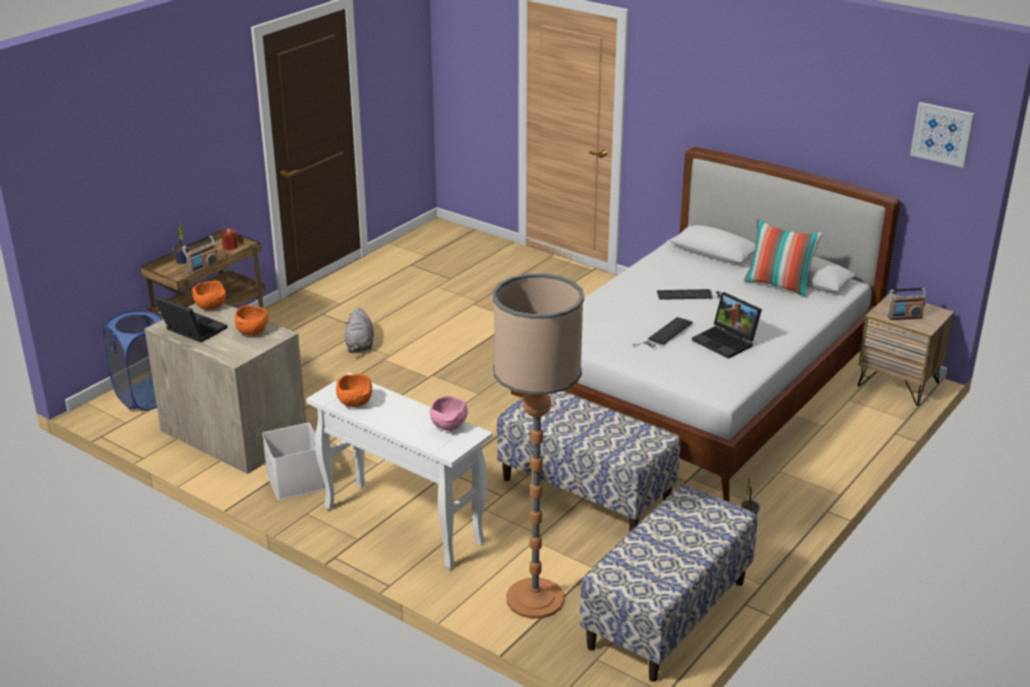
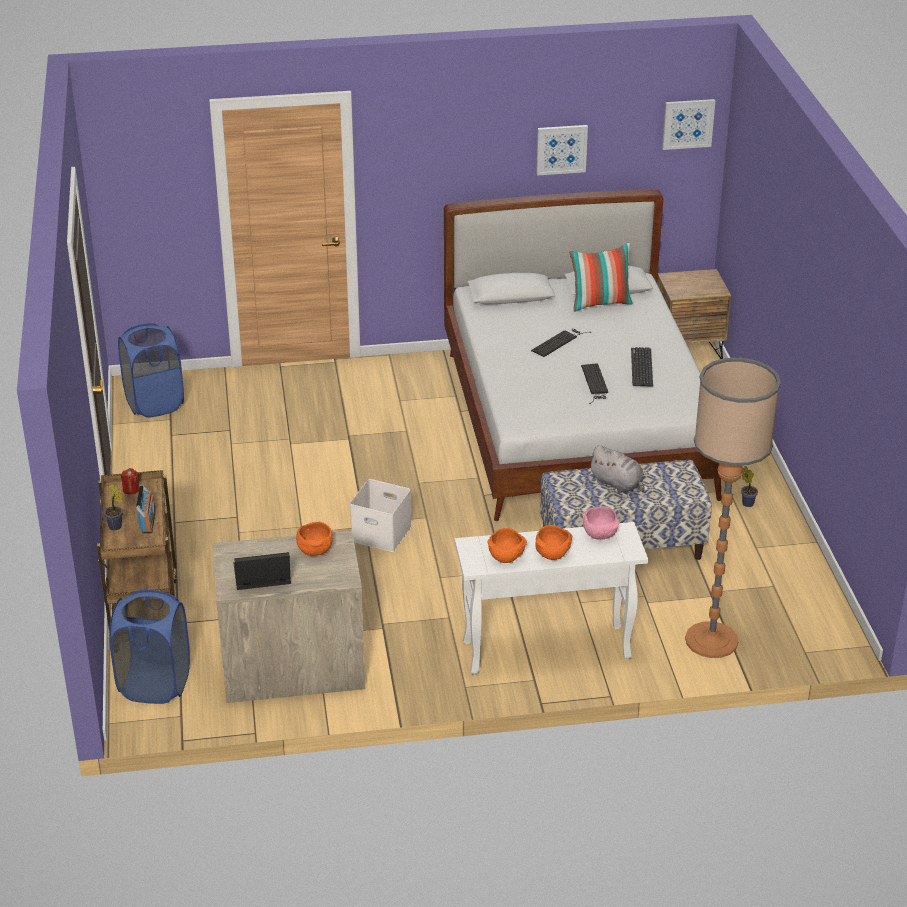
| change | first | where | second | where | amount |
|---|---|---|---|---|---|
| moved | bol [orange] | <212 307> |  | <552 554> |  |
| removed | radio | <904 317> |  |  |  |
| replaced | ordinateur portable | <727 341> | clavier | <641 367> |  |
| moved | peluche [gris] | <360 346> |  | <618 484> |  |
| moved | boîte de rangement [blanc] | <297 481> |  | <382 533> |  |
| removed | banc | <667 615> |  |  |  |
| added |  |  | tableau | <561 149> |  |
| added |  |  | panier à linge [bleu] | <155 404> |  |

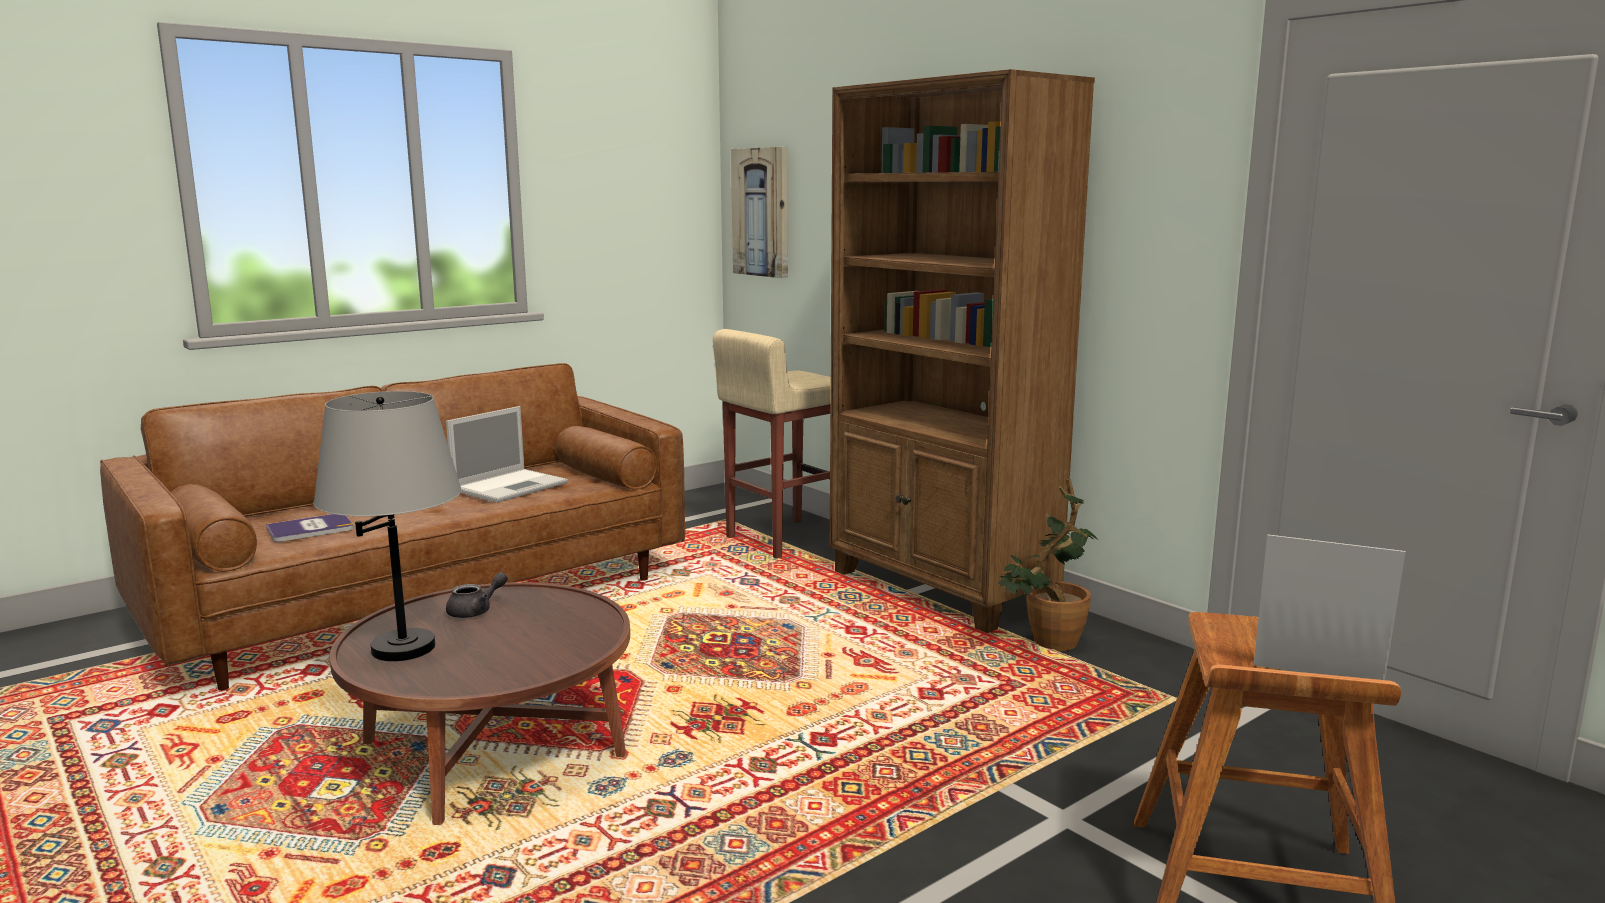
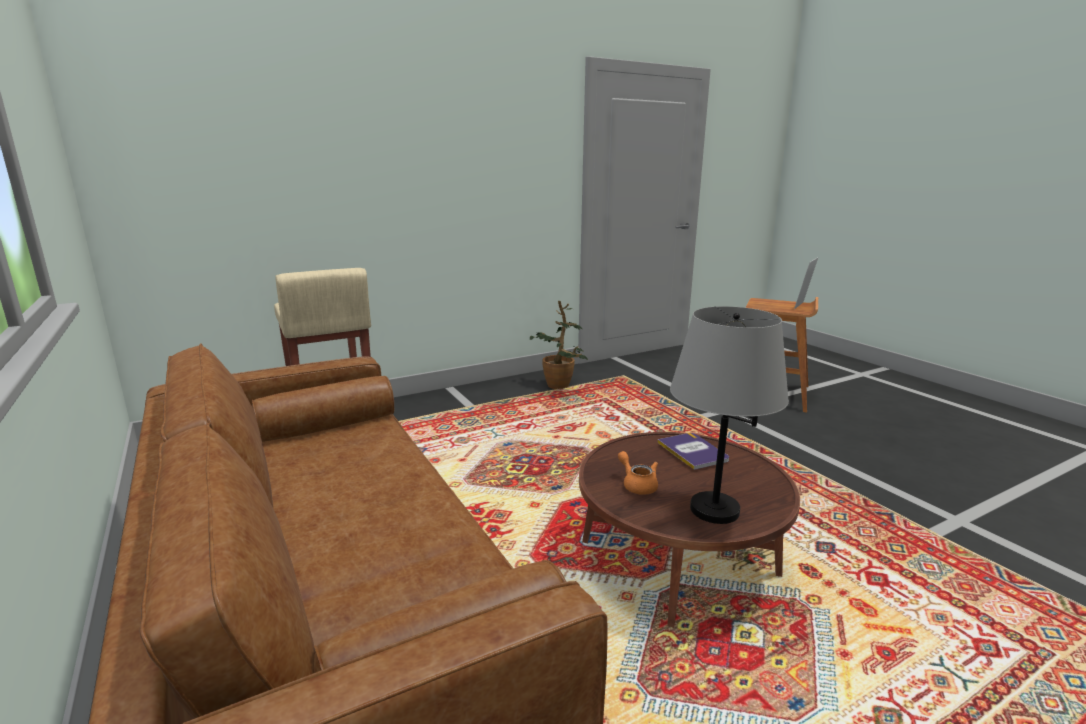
| change | first | where | second | where | amount |
|---|---|---|---|---|---|
| removed | bibliothèque [marron] | <941 590> |  |  |  |
| removed | tableau | <762 212> |  |  |  |
| removed | ordinateur portable | <511 486> |  |  |  |
| moved | livre | <310 529> |  | <693 451> |  |
| recoloured | théière [gris] | <476 611> | théière [orange] | <637 485> |  |

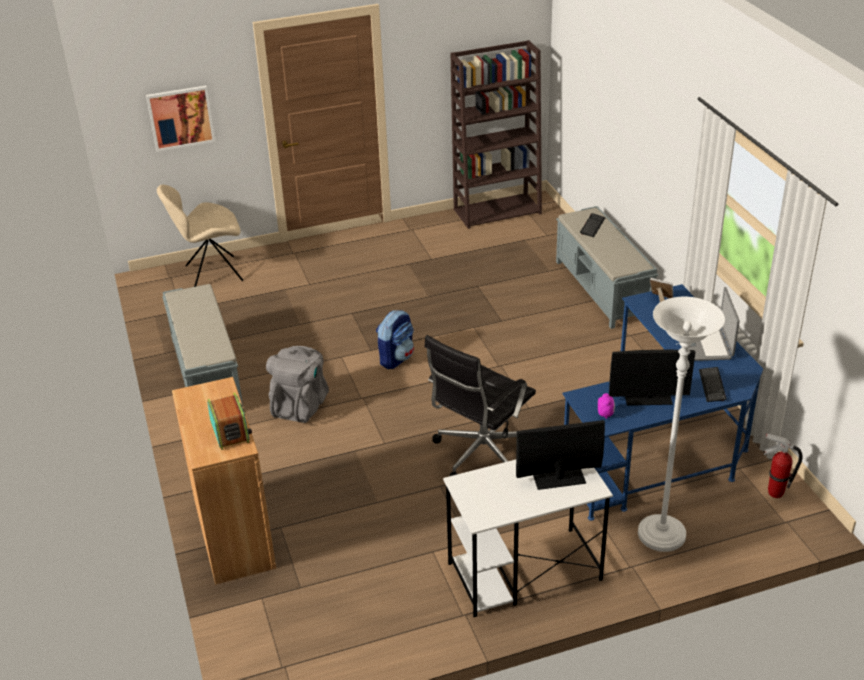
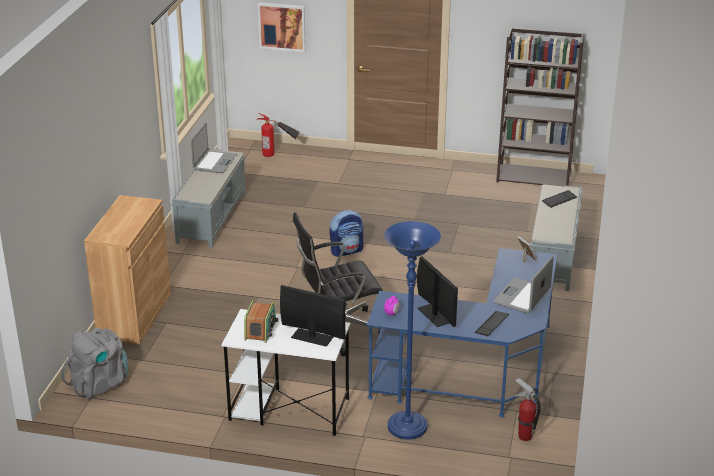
| change | first | where | second | where | amount |
|---|---|---|---|---|---|
| replaced | chaise [beige] | <211 274> | extincteur | <279 155> |  |
| recoloured | lampadaire [blanc] | <661 535> | lampadaire [bleu] | <407 427> |  |
| moved | sac à dos [gris] | <300 405> |  | <100 383> |  |
| turned | écran d'ordinateur | <648 398> |  | <434 315> | 150 degrees counterclockwise |
| moved | radio | <230 431> |  | <260 330> |  |
| added |  |  | ordinateur portable | <214 162> |  |

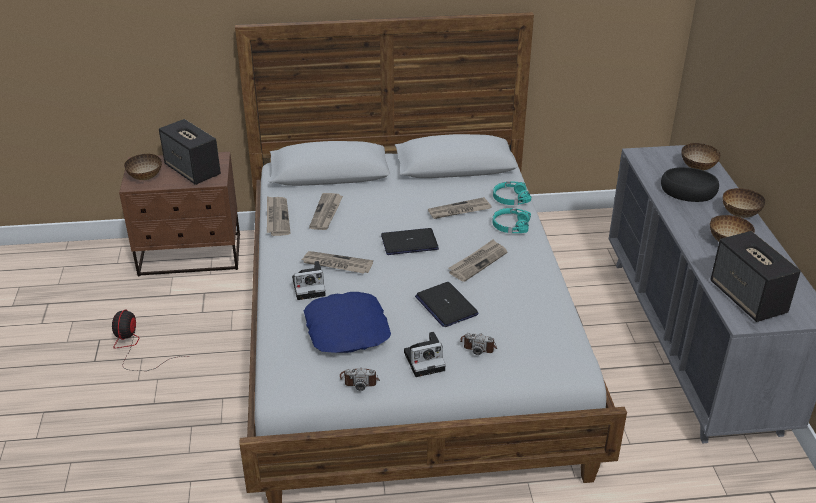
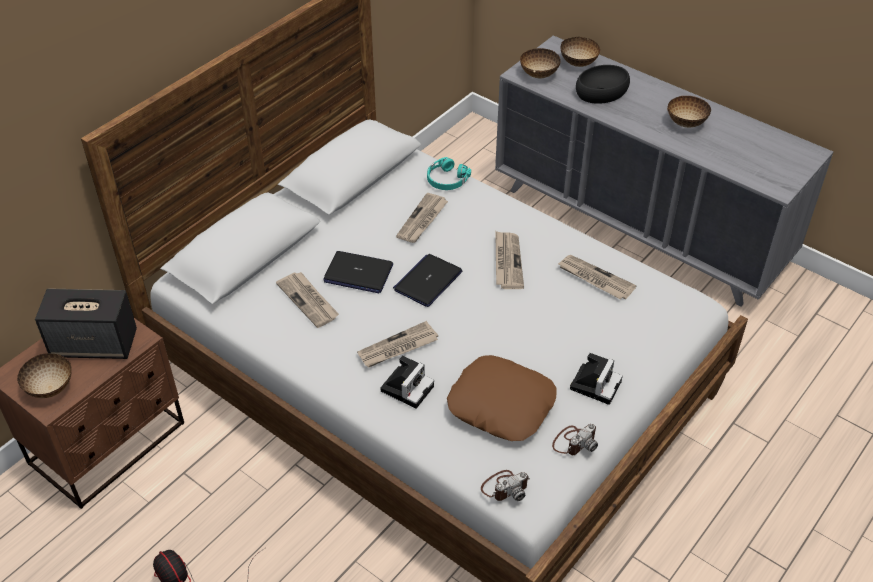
| change | first | where | second | where | amount |
|---|---|---|---|---|---|
| moved | bol | <740 214> |  | <538 74> |  |
| moved | journal | <277 217> |  | <595 279> |  |
| removed | casque audio [turquoise] | <510 225> |  |  |  |
| removed | enceinte | <748 298> |  |  |  |
| moved | ordinateur portable | <446 305> |  | <358 273> |  |
| recoloured | coussin [bleu] | <347 330> | coussin [marron] | <501 404> |  |
| moved | appareil photo | <478 345> |  | <505 487> |  |

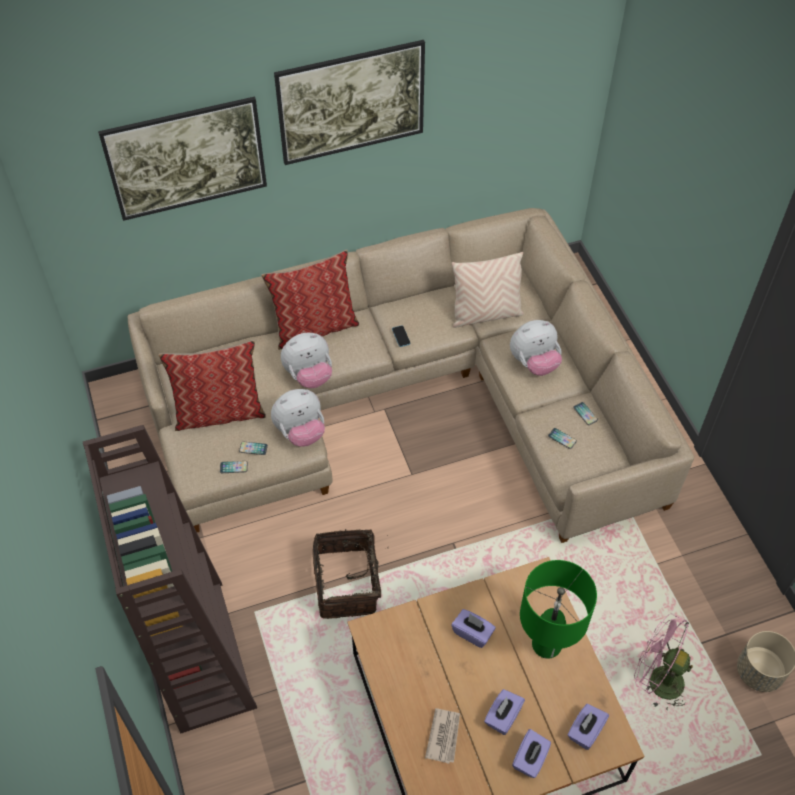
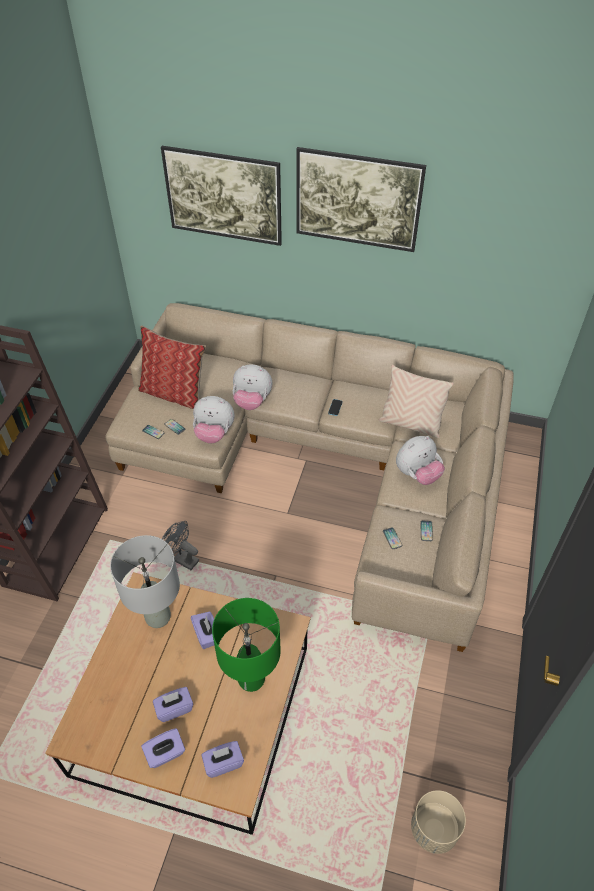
| change | first | where | second | where | amount |
|---|---|---|---|---|---|
| removed | coussin | <314 327> |  |  |  |
| turned | peluche | <534 363> |  | <417 474> | 45 degrees counterclockwise |
| replaced | panier | <348 584> | ventilateur [gris] | <182 559> |  |
| removed | ventilateur [rose] | <657 680> |  |  |  |
| removed | journal | <444 736> |  |  |  |
| added |  |  | lampe de table [gris] | <158 617> |  |

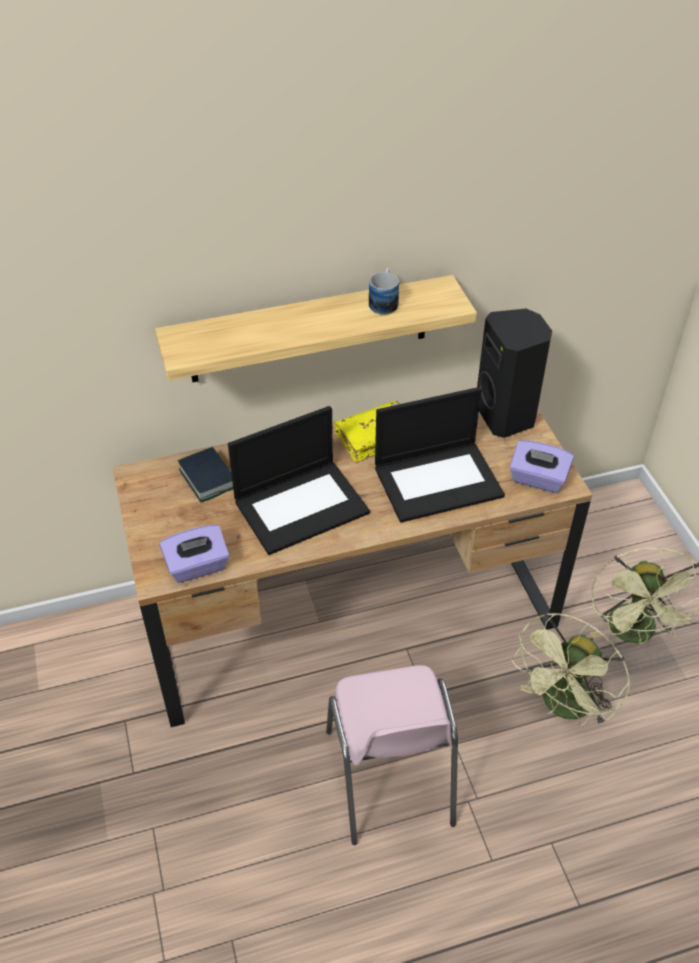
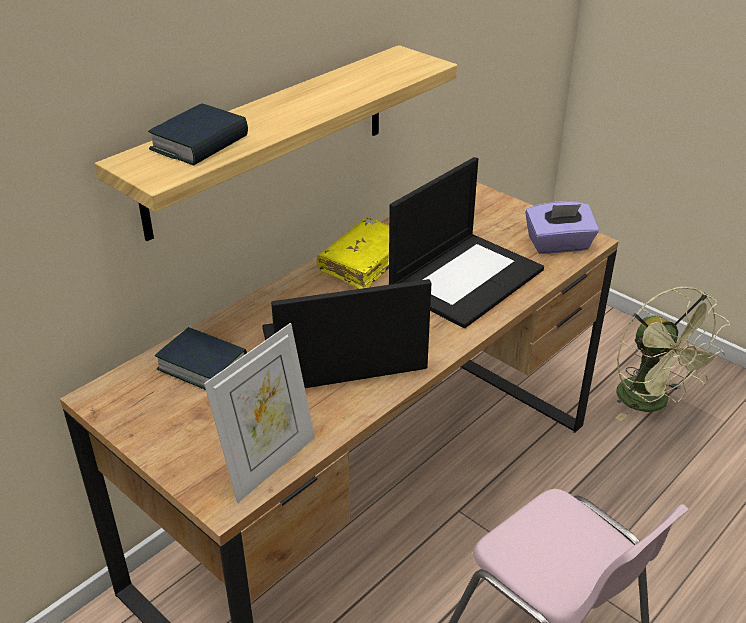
| change | first | where | second | where | amount |
|---|---|---|---|---|---|
| removed | mug | <384 302> |  |  |  |
| removed | enceinte [noir] | <507 416> |  |  |  |
| turned | ordinateur portable | <302 505> |  | <341 352> | 135 degrees counterclockwise |
| replaced | boîte à mouchoirs [violet] | <197 566> | cadre photo | <269 463> |  |
| removed | ventilateur [vert] | <563 708> |  |  |  |
| added |  |  | livre | <200 143> |  |

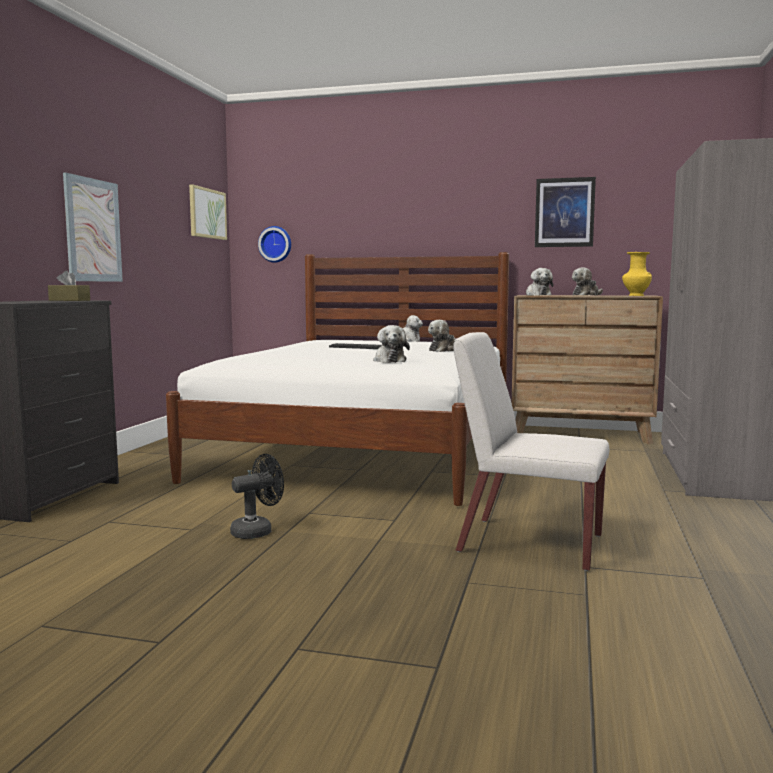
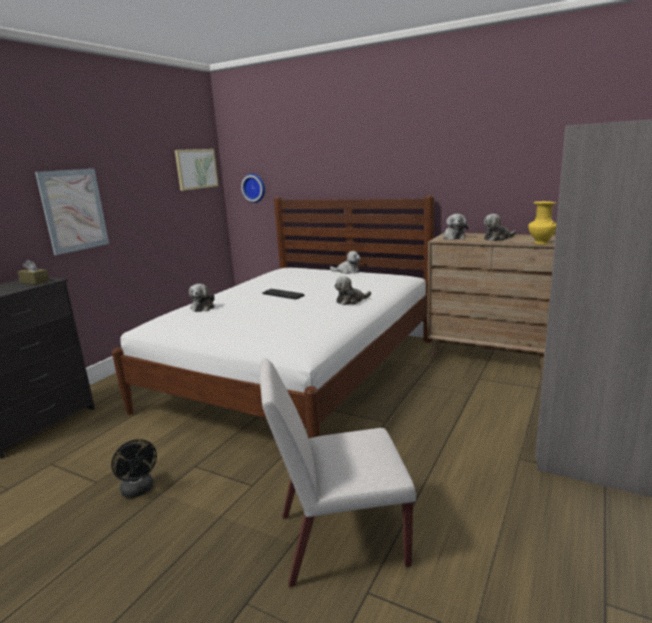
| change | first | where | second | where | amount |
|---|---|---|---|---|---|
| removed | tableau | <564 212> |  |  |  |
| moved | peluche | <389 360> |  | <203 307> |  |
| turned | chaise [blanc] | <528 543> |  | <340 540> | 45 degrees counterclockwise |
| turned | ventilateur [noir] | <257 531> |  | <139 490> | 75 degrees clockwise |

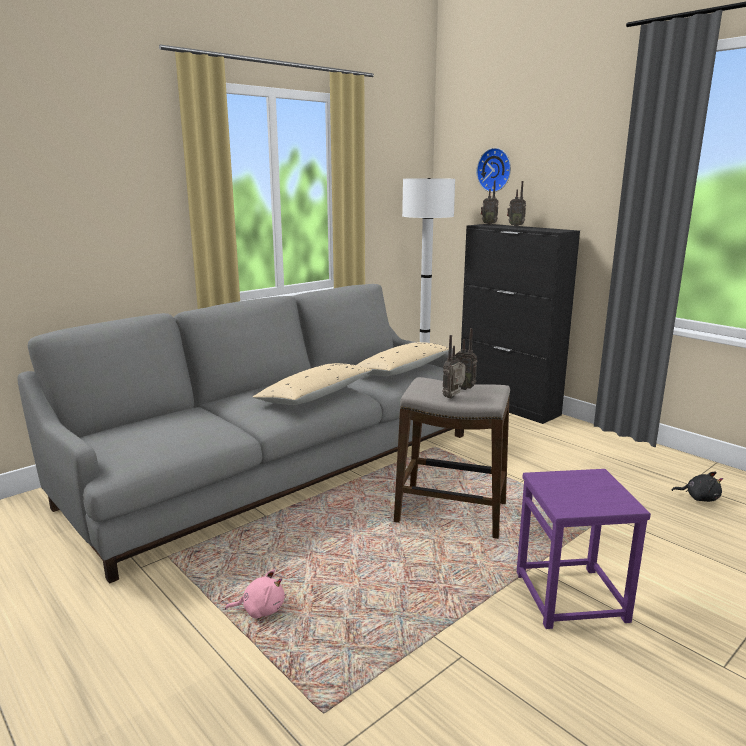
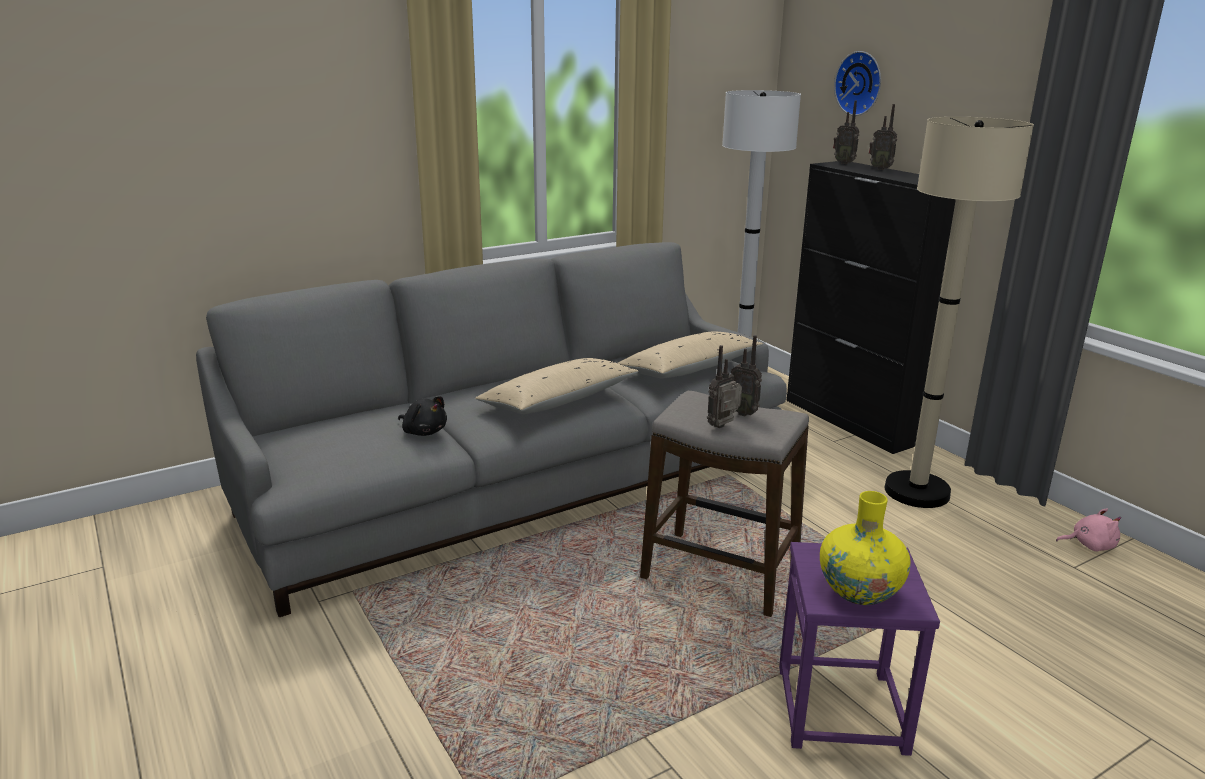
| change | first | where | second | where | amount |
|---|---|---|---|---|---|
| moved | peluche [noir] | <699 498> |  | <424 432> |  |
| moved | peluche [rose] | <260 609> |  | <1089 545> |  |
| added |  |  | lampadaire [beige] | <917 492> |  |
| added |  |  | vase [jaune] | <859 591> |  |

